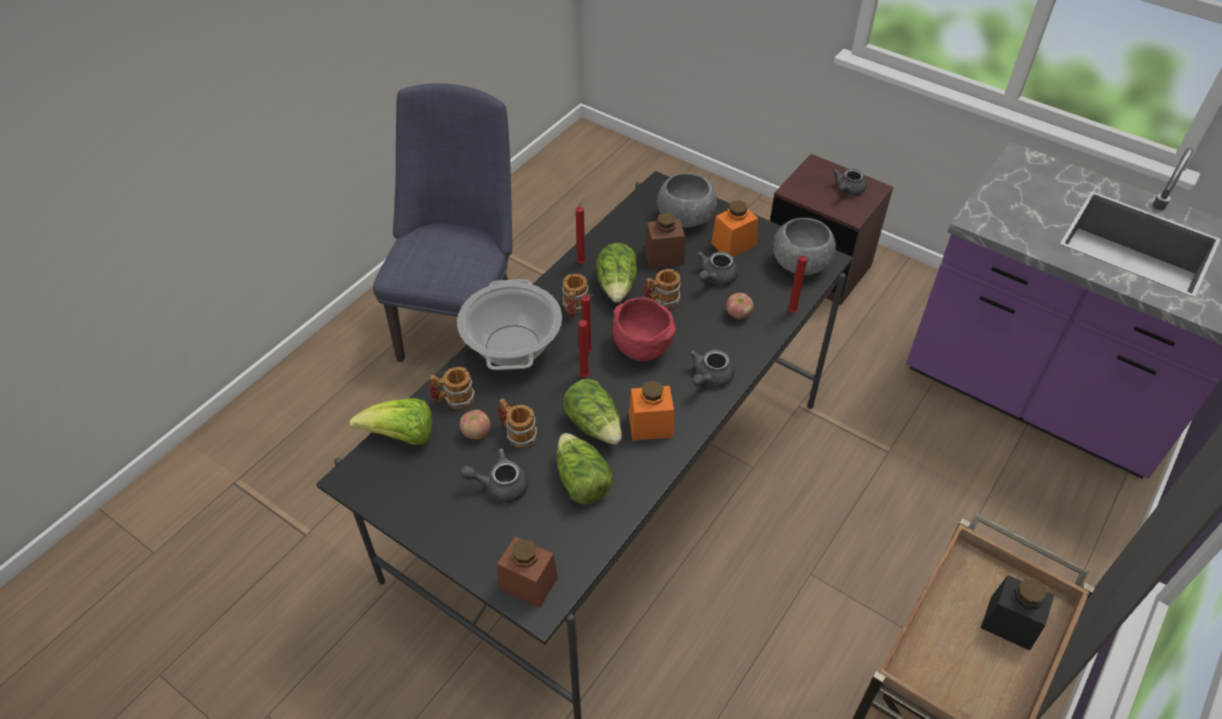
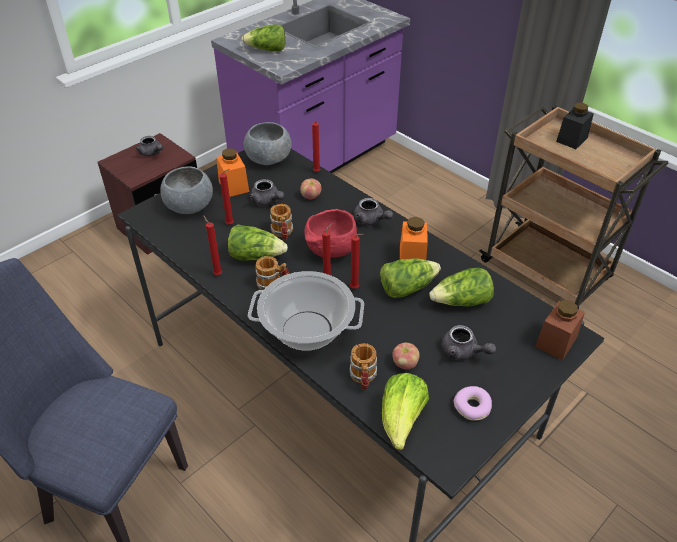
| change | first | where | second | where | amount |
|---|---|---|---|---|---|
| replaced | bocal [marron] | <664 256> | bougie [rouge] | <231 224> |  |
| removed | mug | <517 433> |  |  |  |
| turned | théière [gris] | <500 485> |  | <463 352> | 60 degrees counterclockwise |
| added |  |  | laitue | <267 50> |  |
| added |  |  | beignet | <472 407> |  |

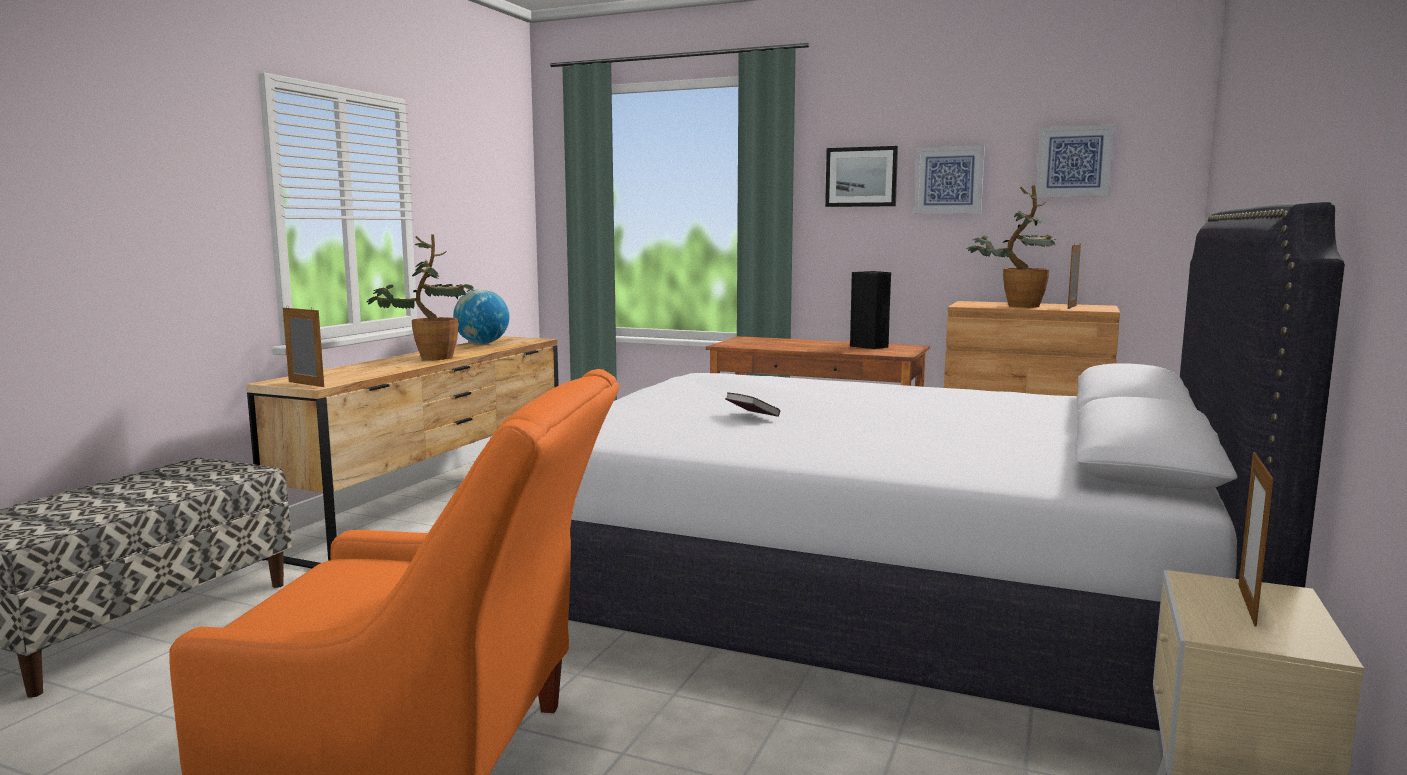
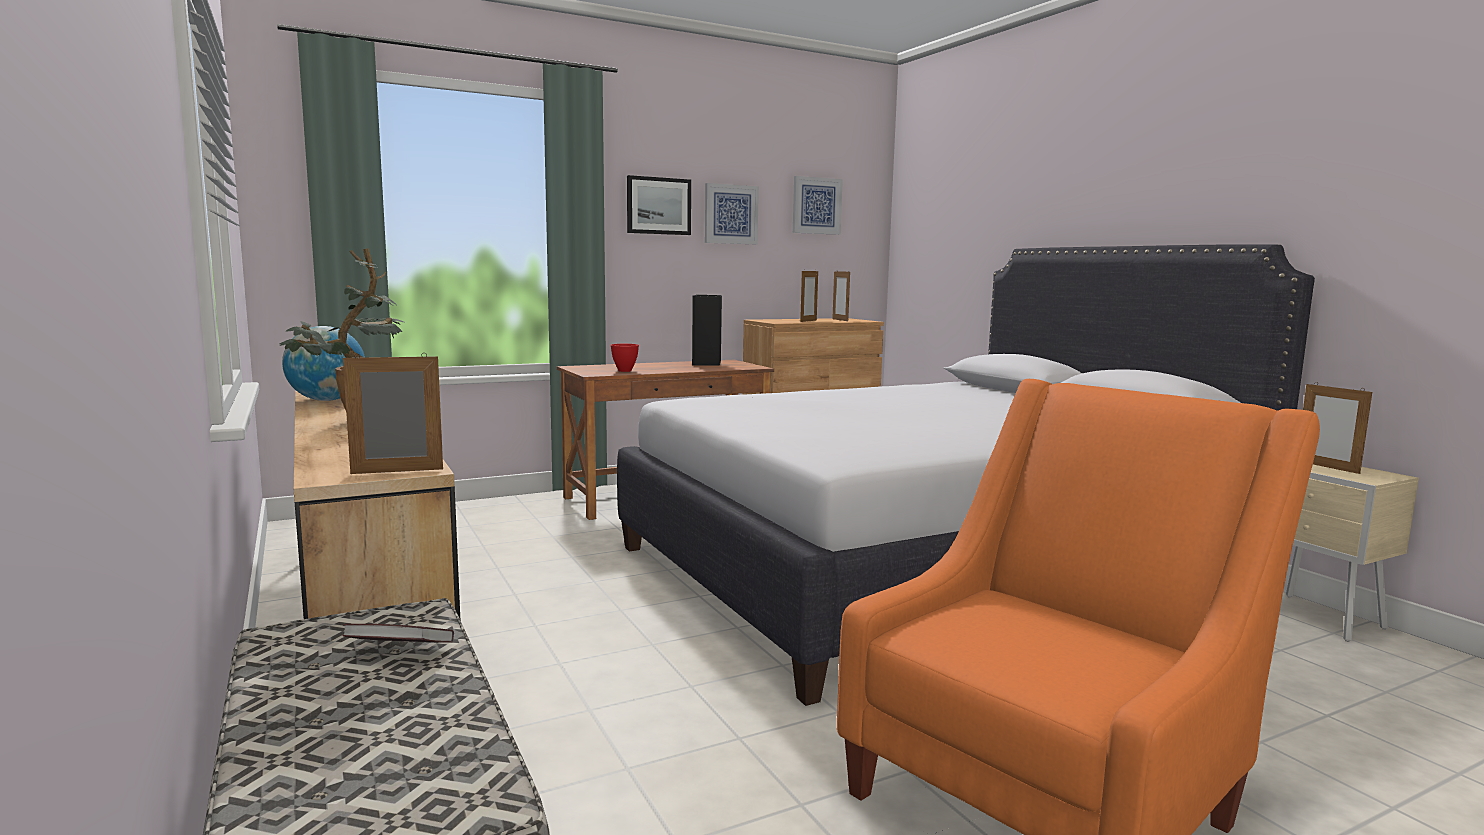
| change | first | where | second | where | amount |
|---|---|---|---|---|---|
| replaced | plante en pot | <1015 306> | cadre photo | <808 321> |  |
| moved | livre | <752 416> |  | <400 653> |  |
| added |  |  | bol [rouge] | <625 371> |  |

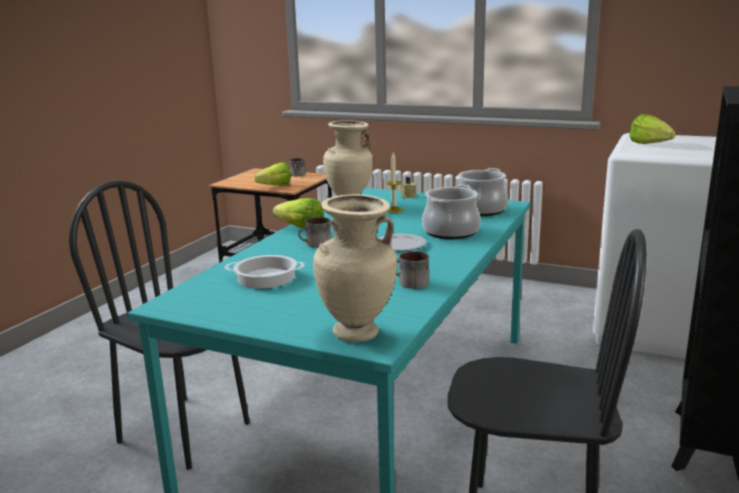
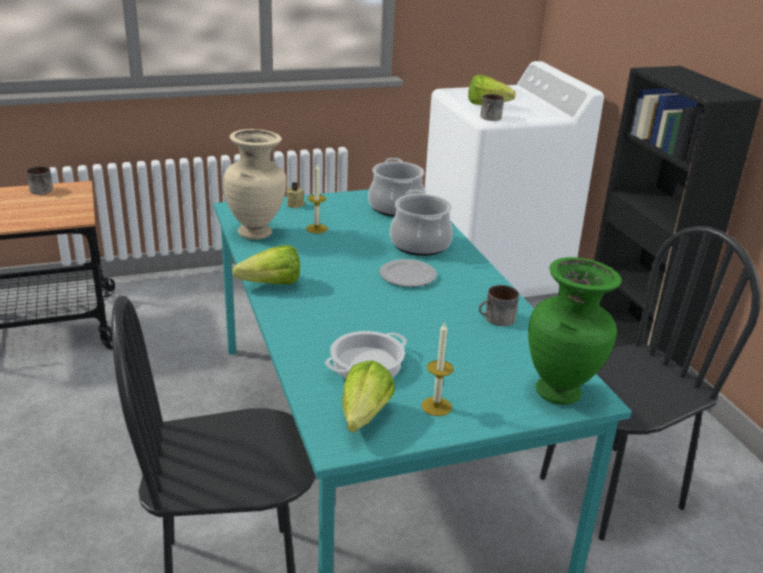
| change | first | where | second | where | amount |
|---|---|---|---|---|---|
| moved | laitue | <272 187> |  | <360 421> |  |
| recoloured | vase [beige] | <357 334> | vase [vert] | <560 393> |  |
| moved | mug | <316 244> |  | <491 118> |  |
| added |  |  | bougie | <436 406> |  |

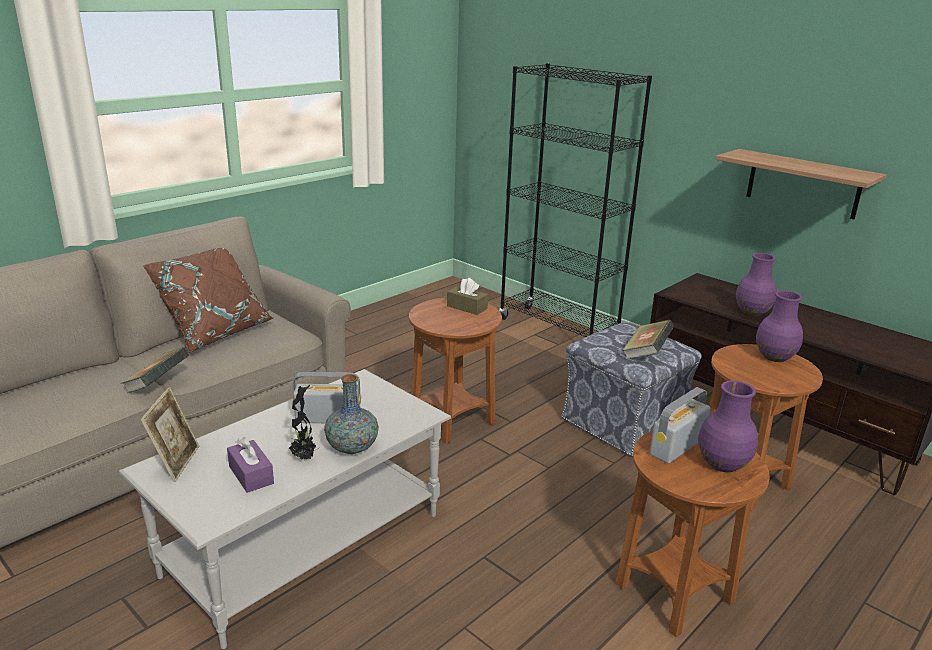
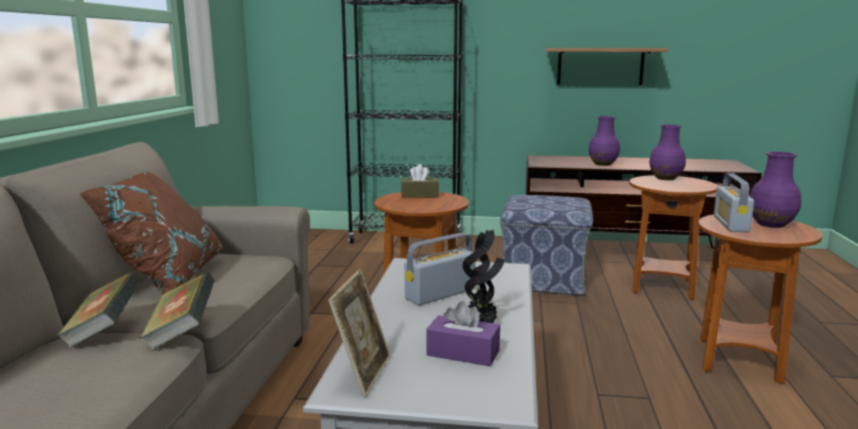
| change | first | where | second | where | amount |
|---|---|---|---|---|---|
| moved | livre | <646 354> |  | <104 332> |  |
| removed | vase | <352 447> |  |  |  |
| turned | cadre photo | <176 463> |  | <363 374> | 45 degrees clockwise |

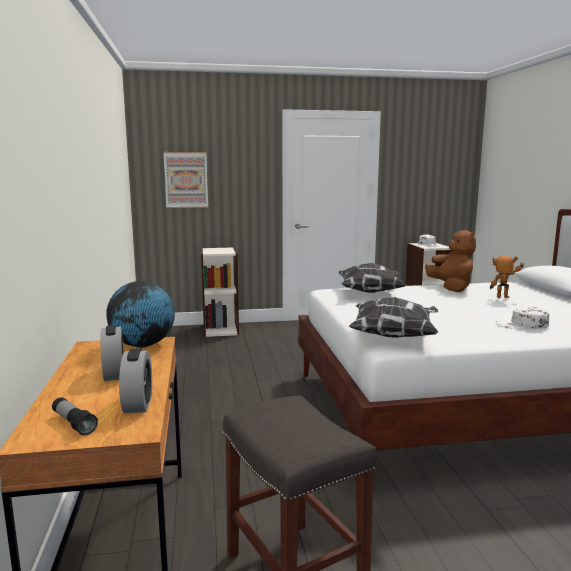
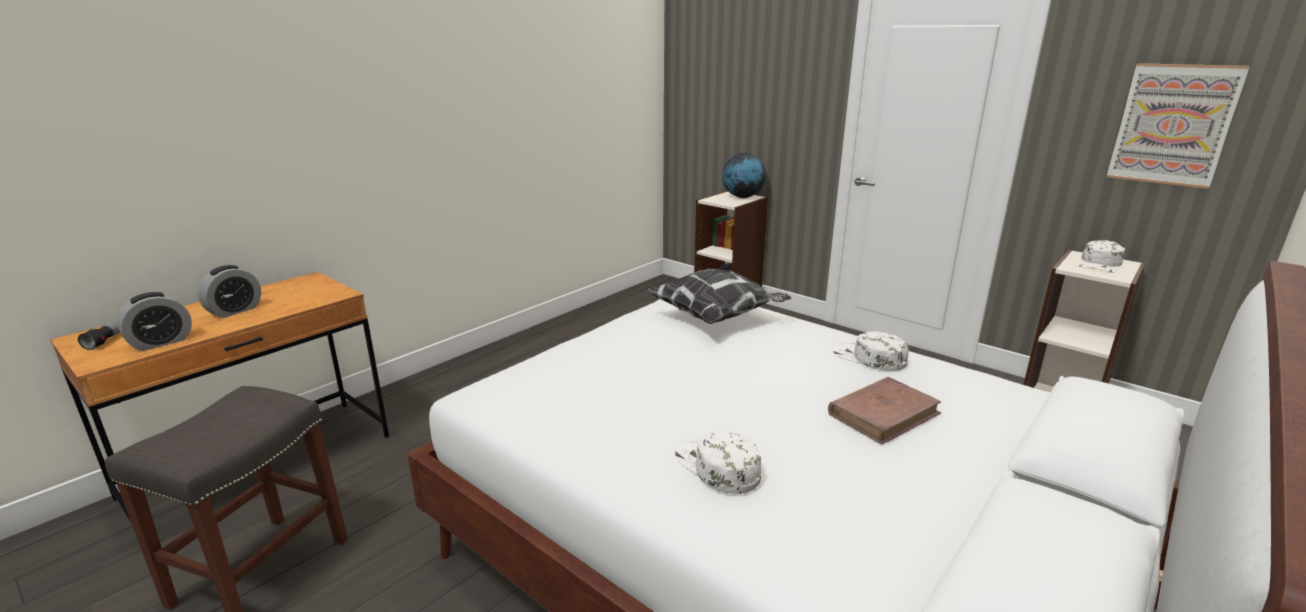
| change | first | where | second | where | amount |
|---|---|---|---|---|---|
| moved | tableau | <186 180> |  | <1173 125> |  |
| replaced | peluche [marron] | <451 288> | casquette [blanc] | <869 357> |  |
| replaced | robot jouet | <504 298> | livre [marron] | <883 414> |  |
| moved | globe | <143 345> |  | <742 197> |  |
| removed | coussin | <394 336> |  |  |  |

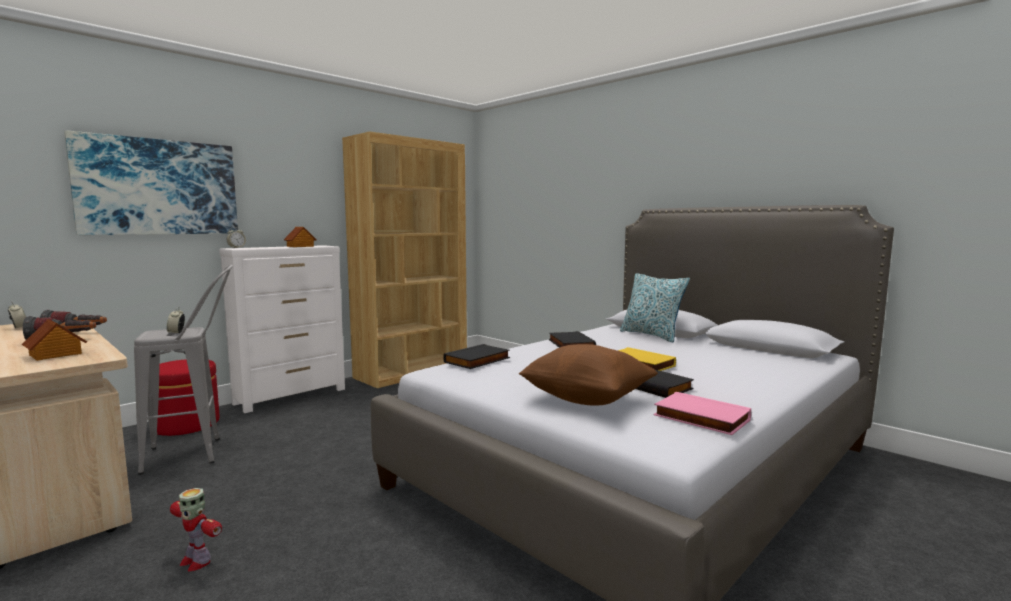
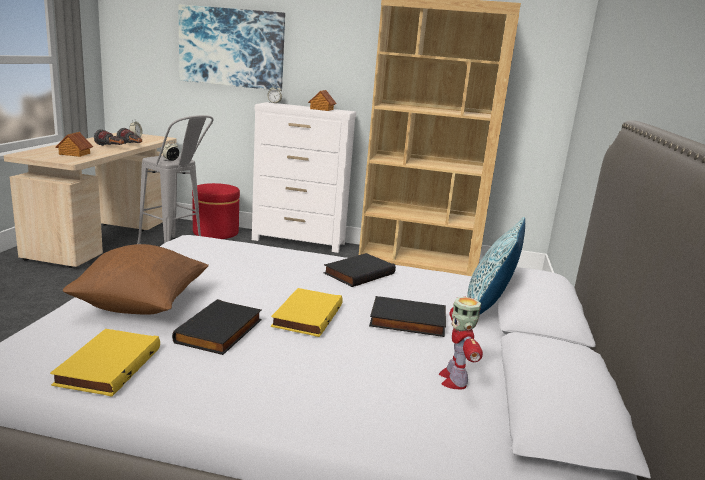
| change | first | where | second | where | amount |
|---|---|---|---|---|---|
| moved | livre [noir] | <478 360> |  | <407 322> |  |
| recoloured | livre [rose] | <700 418> | livre [jaune] | <107 365> |  |
| moved | robot jouet | <196 561> |  | <454 379> |  |

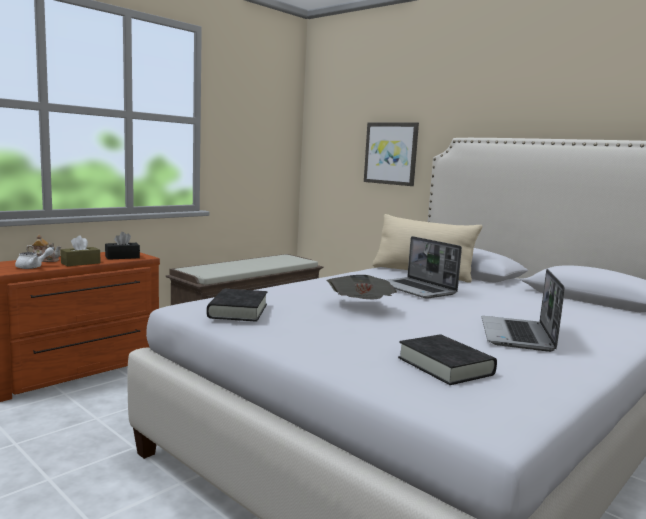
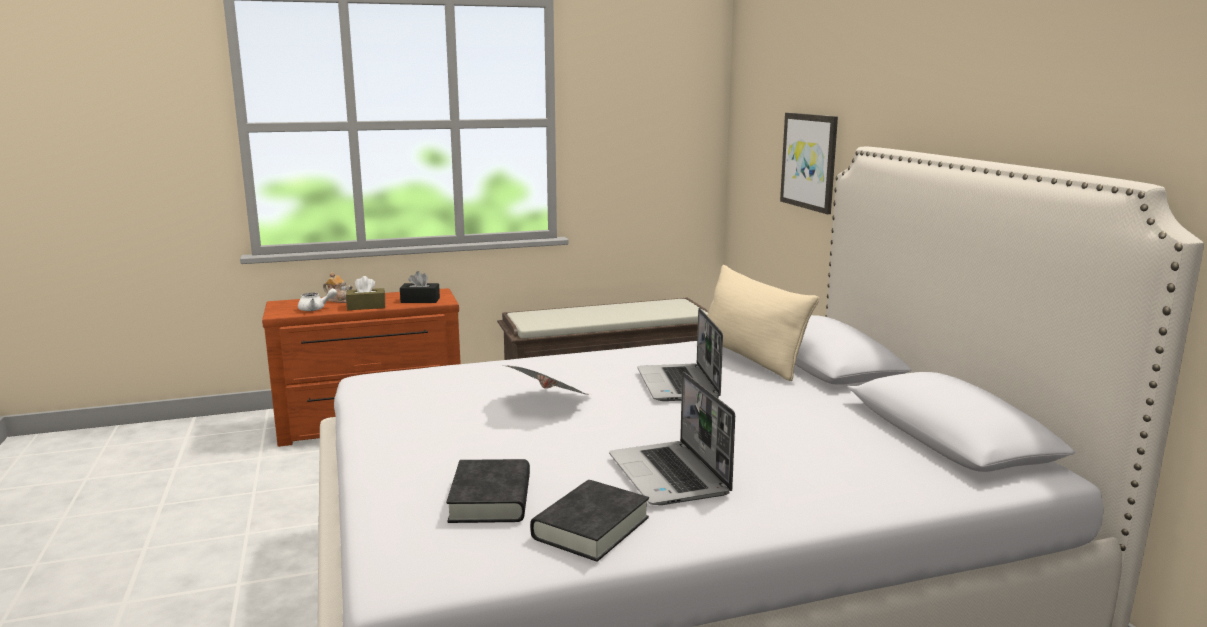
| change | first | where | second | where | amount |
|---|---|---|---|---|---|
| turned | ordinateur portable | <517 336> |  | <670 476> | 60 degrees counterclockwise |
| moved | livre [noir] | <238 311> |  | <591 528> |  |

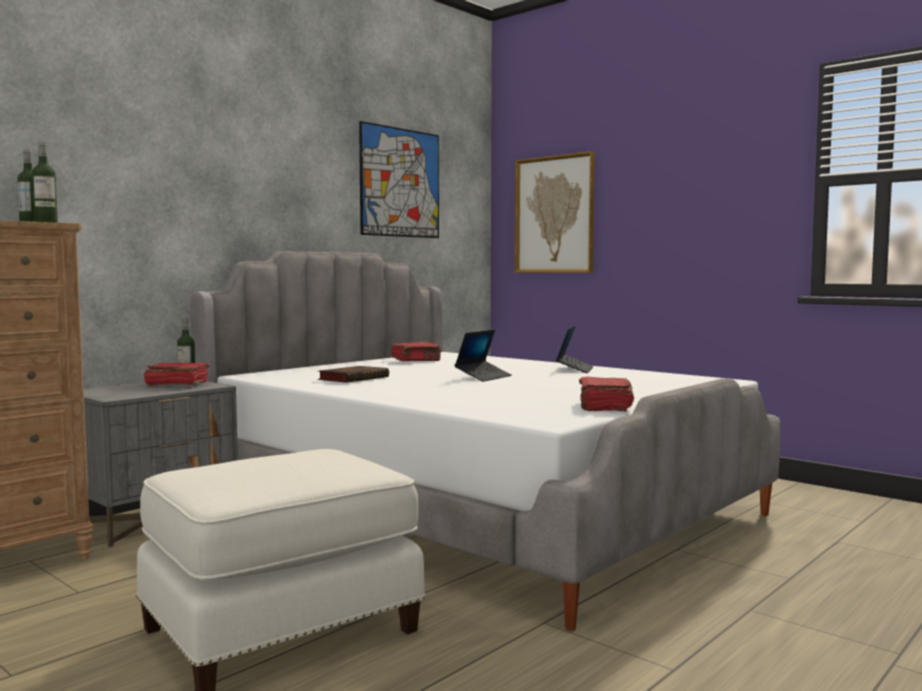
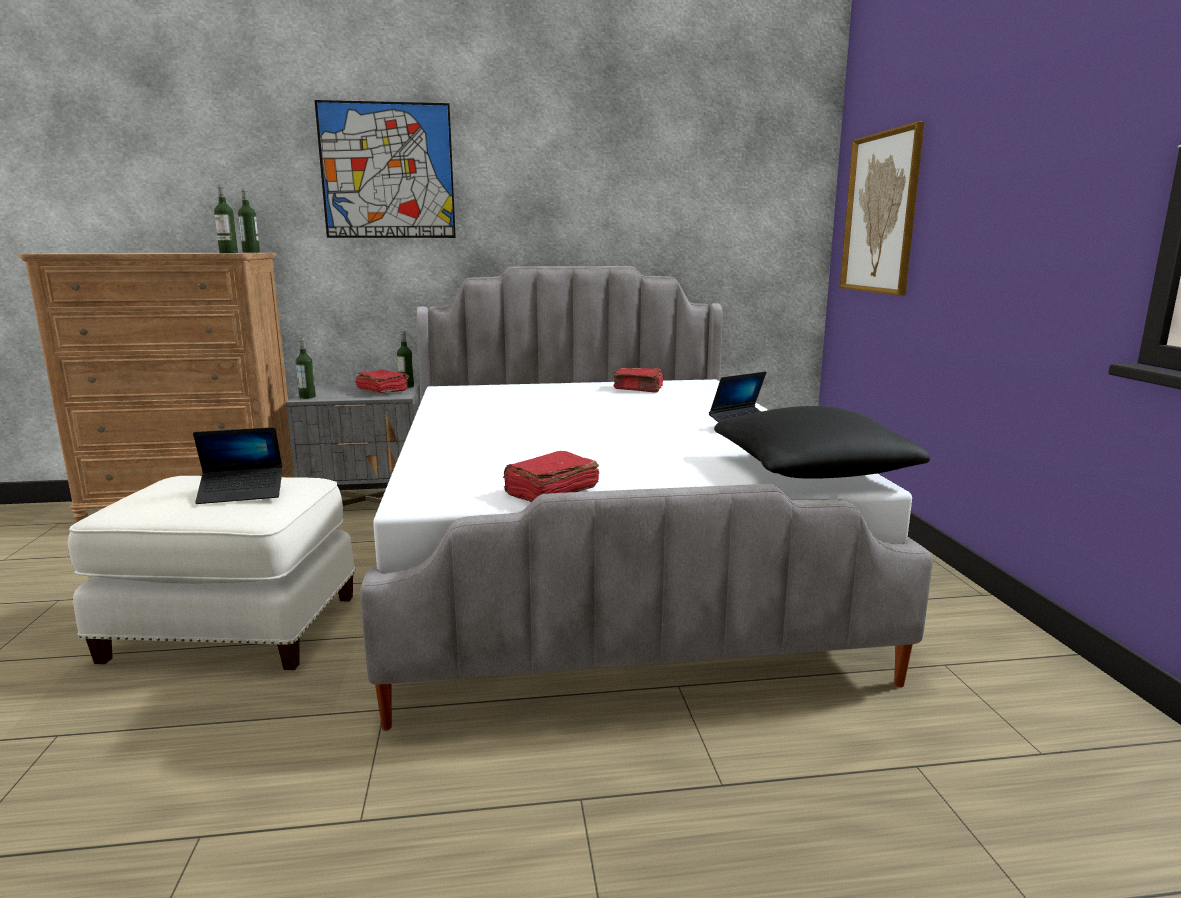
| change | first | where | second | where | amount |
|---|---|---|---|---|---|
| moved | tableau | <400 183> |  | <387 171> |  |
| moved | ordinateur portable | <483 377> |  | <242 493> |  |
| removed | livre | <354 378> |  |  |  |
| added |  |  | bouteille | <307 397> |  |
| added |  |  | coussin [noir] | <811 470> |  |

